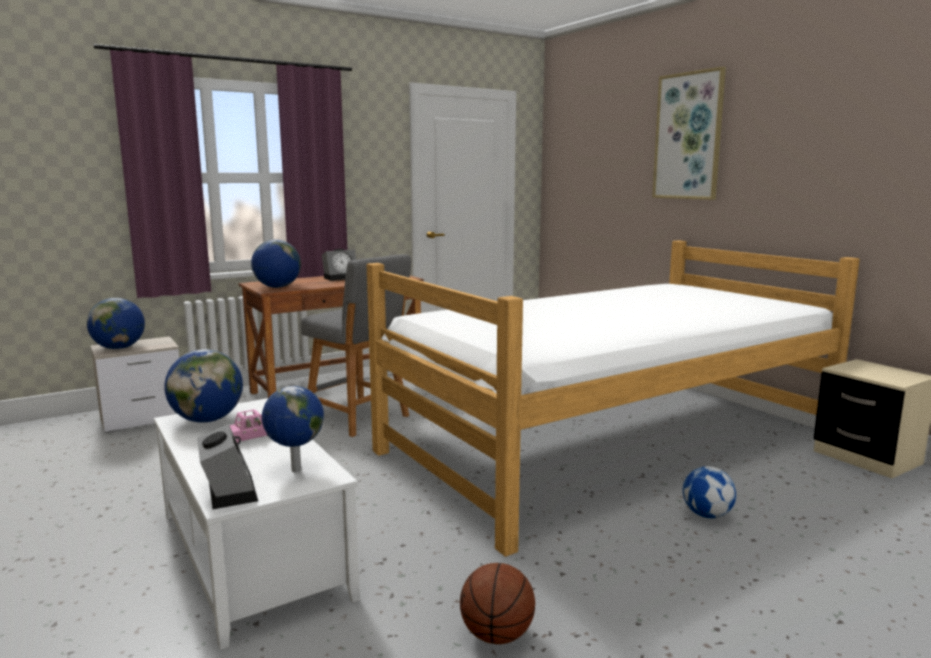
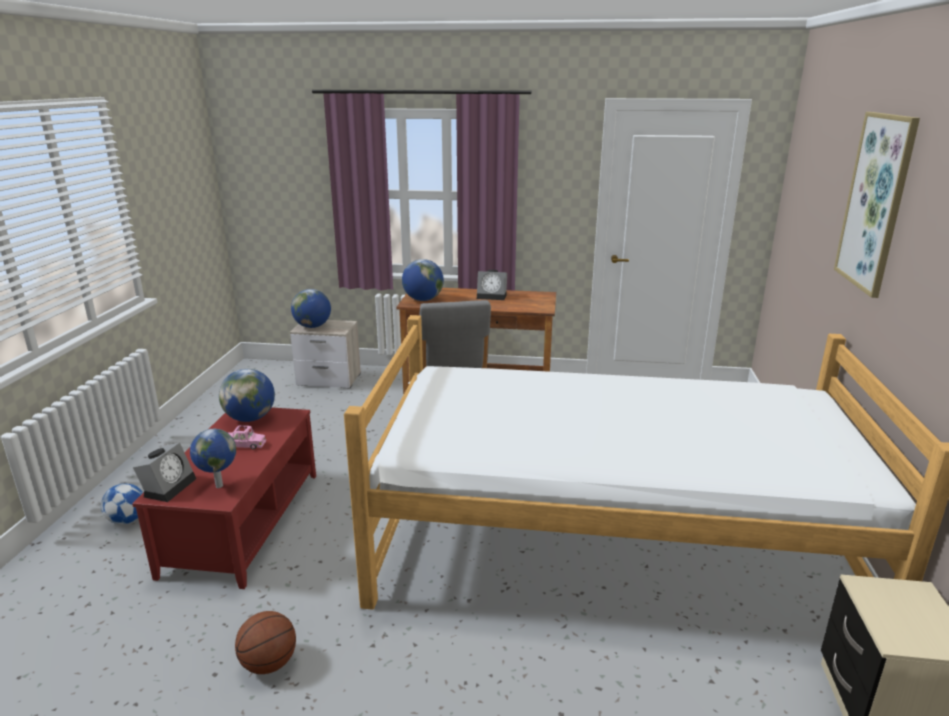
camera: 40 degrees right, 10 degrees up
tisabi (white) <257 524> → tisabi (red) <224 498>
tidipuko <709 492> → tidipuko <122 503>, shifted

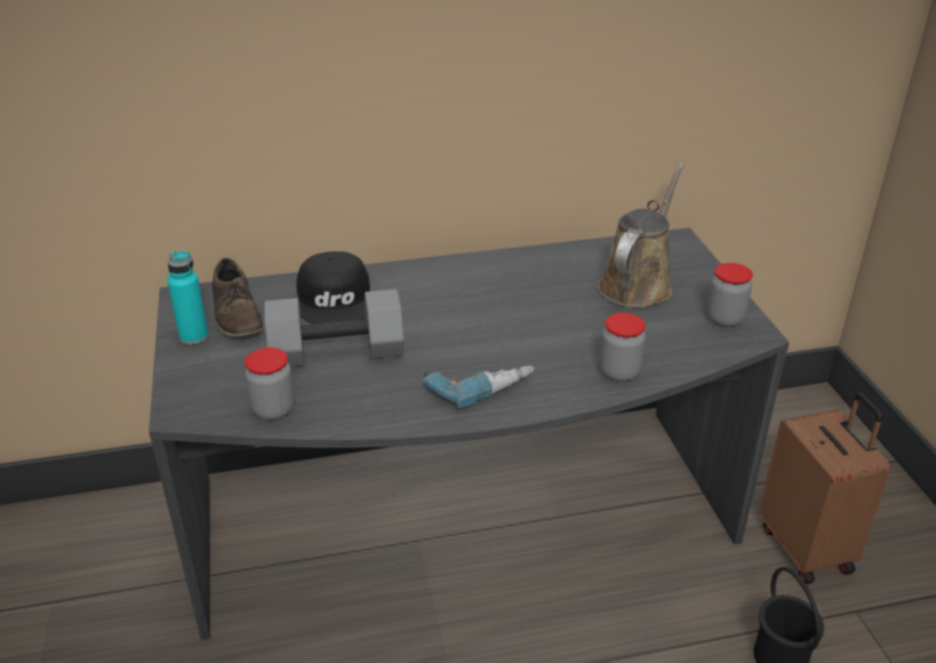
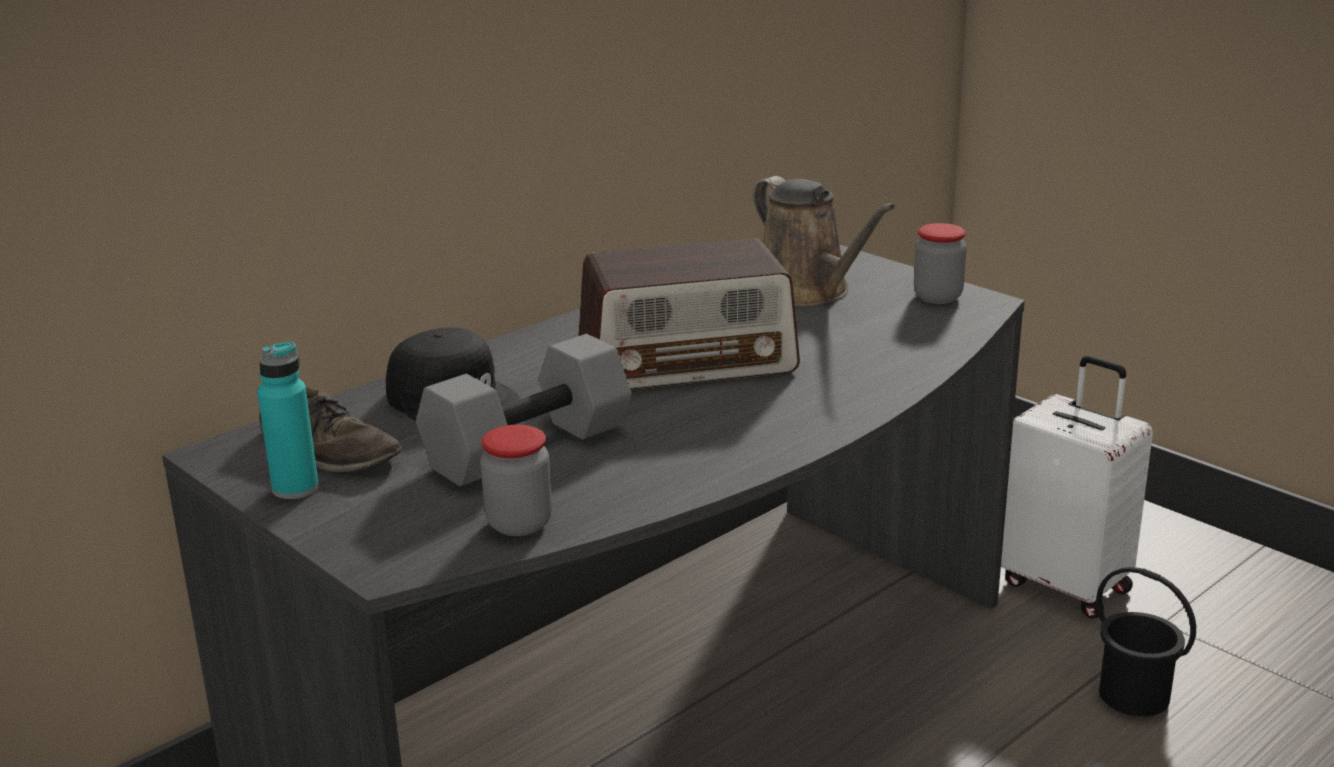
camera: 30 degrees left, 10 degrees down
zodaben <479 386> → -
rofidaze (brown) <641 235> → rofidaze (brown) <824 241>, 150 degrees clockwise
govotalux <623 347> → -
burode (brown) <824 488> → burode (white) <1077 487>
- → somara <689 314>

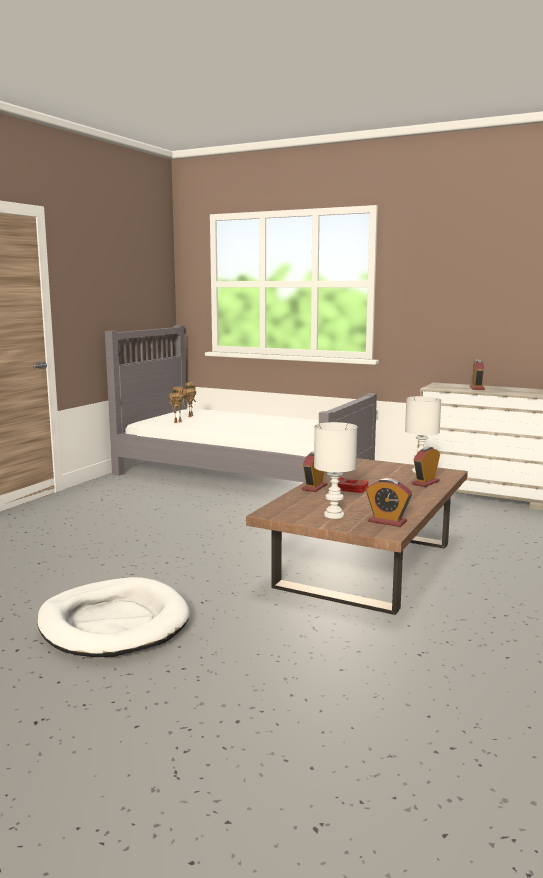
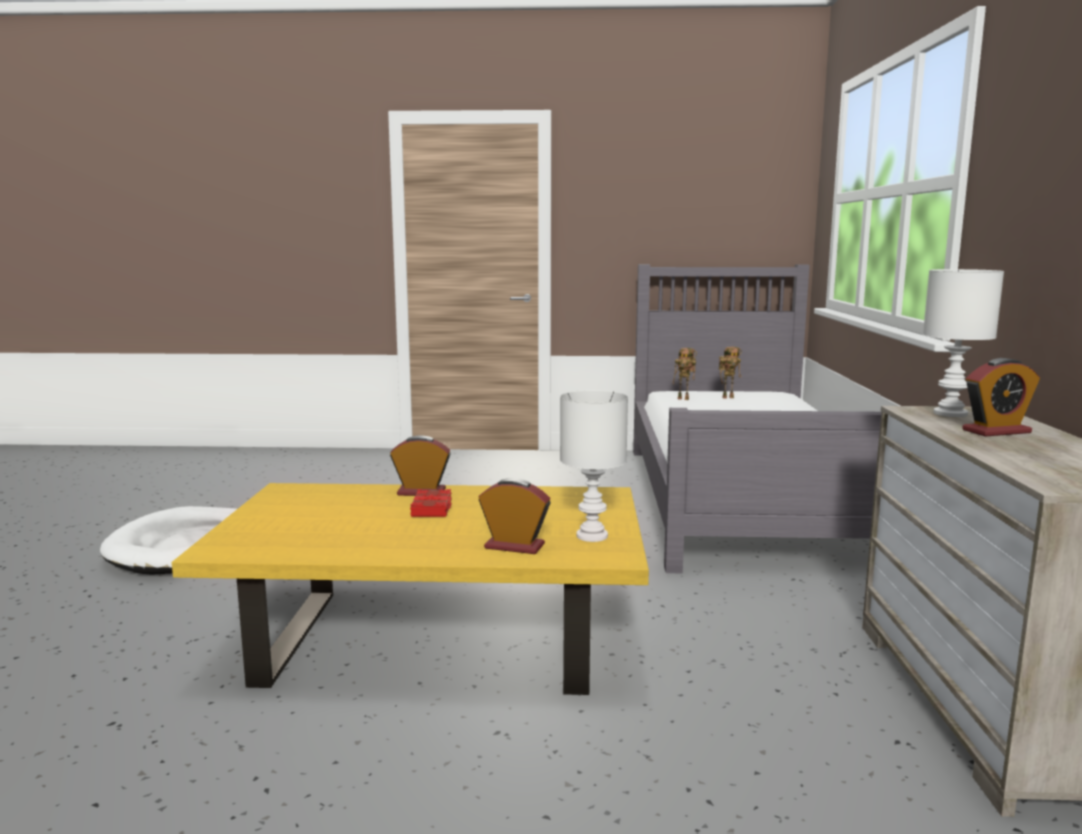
camera: 65 degrees right, 0 degrees up
tisabi (brown) <357 536> → tisabi (yellow) <410 589>
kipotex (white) <335 470> → kipotex (white) <963 343>, shifted
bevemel <389 502> → -

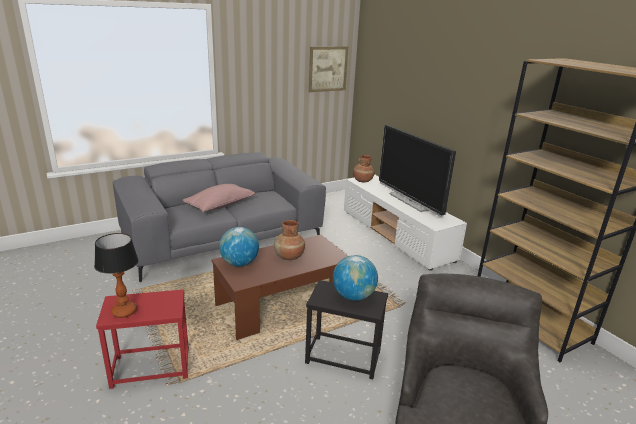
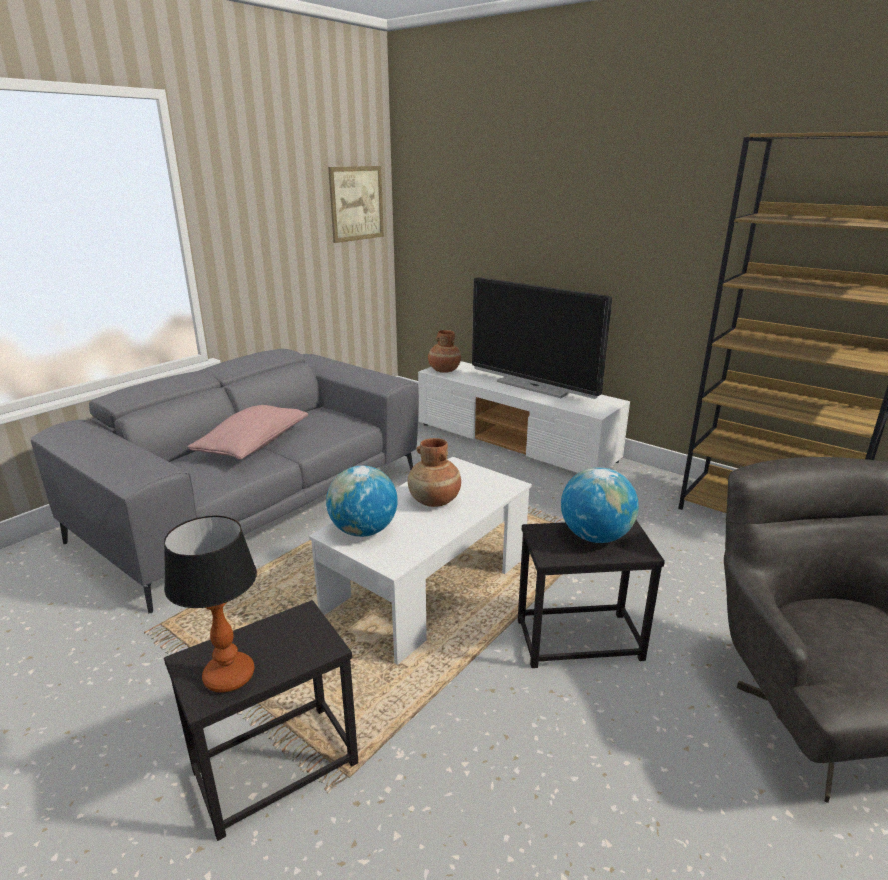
camera: 20 degrees left, 0 degrees up
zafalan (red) <142 339> → zafalan (black) <261 720>
tisabi (brown) <279 287> → tisabi (white) <420 561>

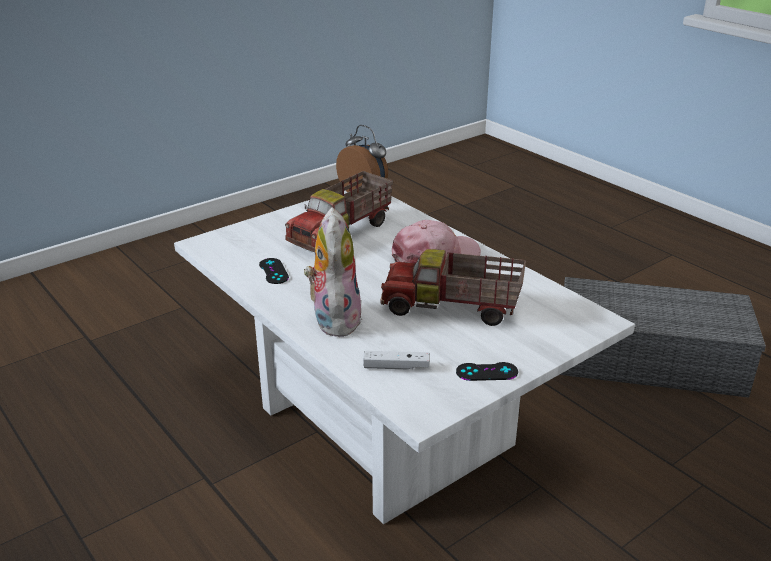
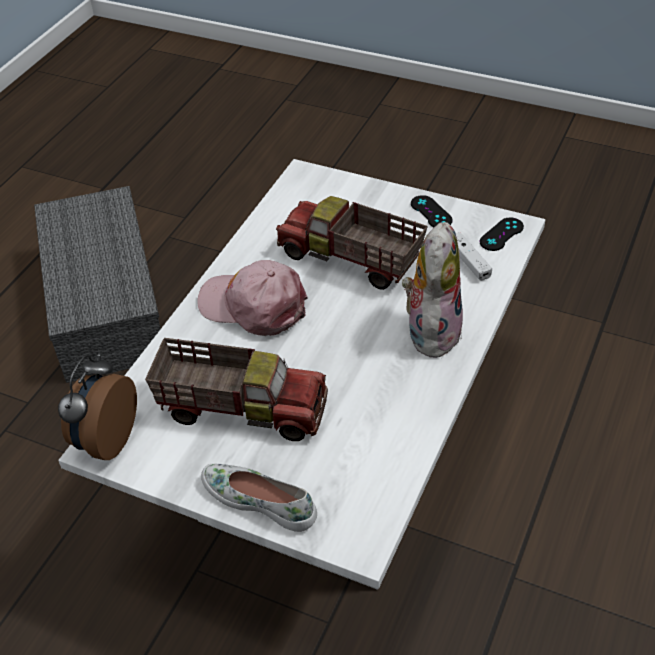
camera: 115 degrees left, 15 degrees up
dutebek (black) <274 271> → dutebek (black) <502 234>, shifted
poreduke <333 272> → poreduke <432 291>, 135 degrees clockwise
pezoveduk <453 287> → pezoveduk <351 243>, 135 degrees clockwise
- → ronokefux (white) <259 498>

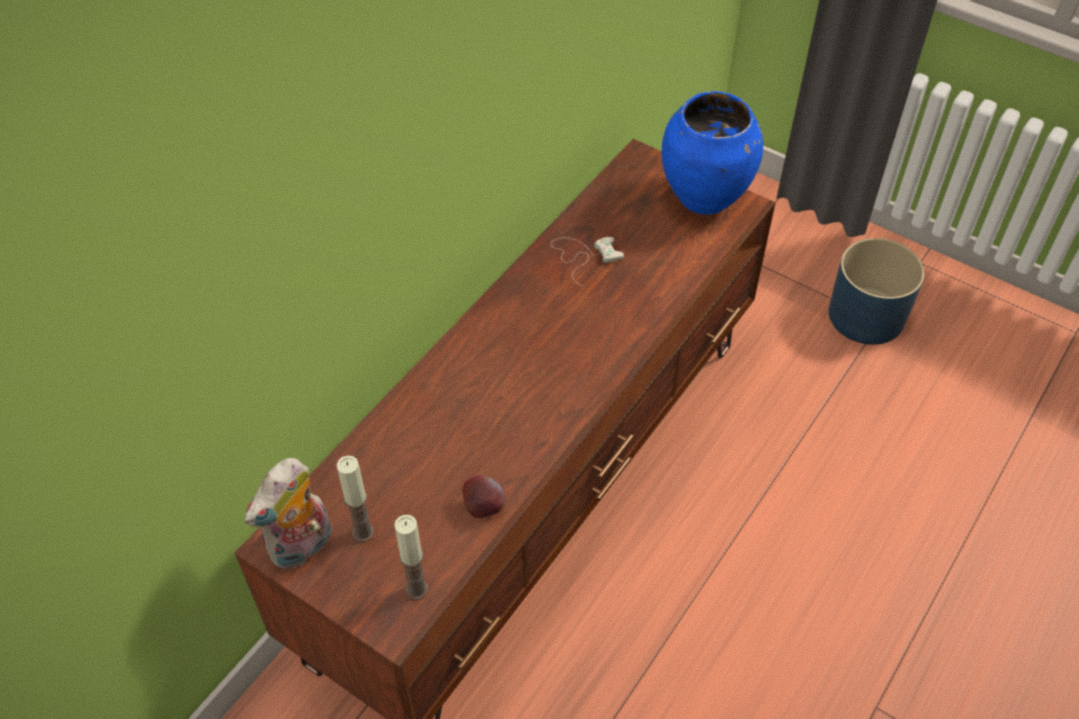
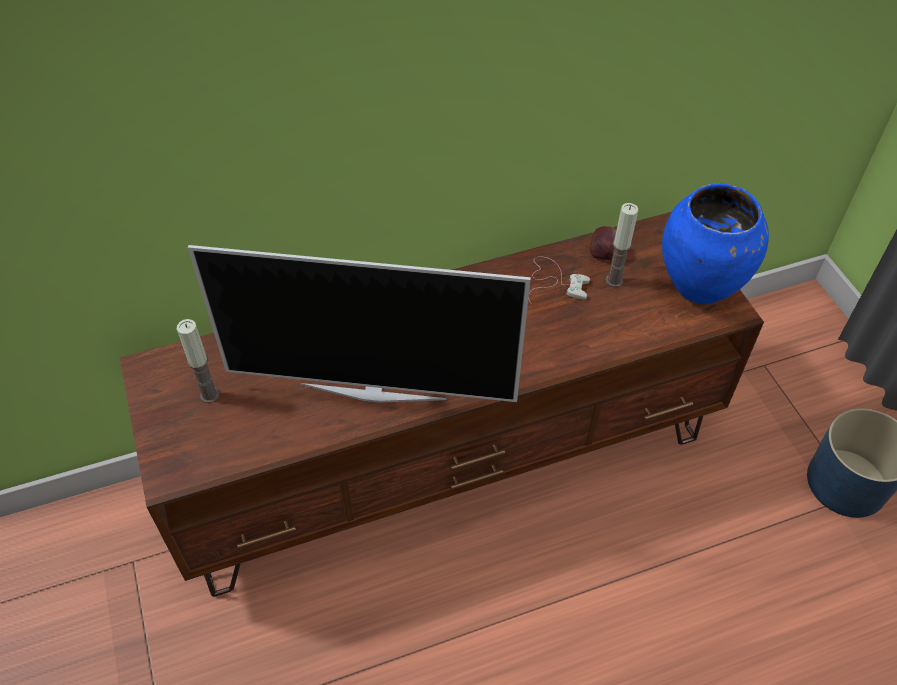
camera: 35 degrees right, 0 degrees up
poreduke <288 513> → -
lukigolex <411 557> → lukigolex <622 245>, shifted
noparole <483 496> → noparole <603 243>, shifted
- → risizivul <359 324>

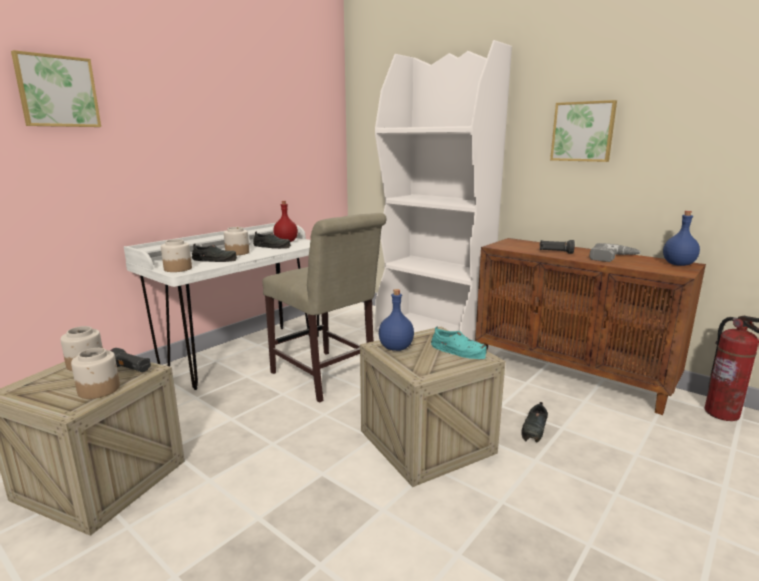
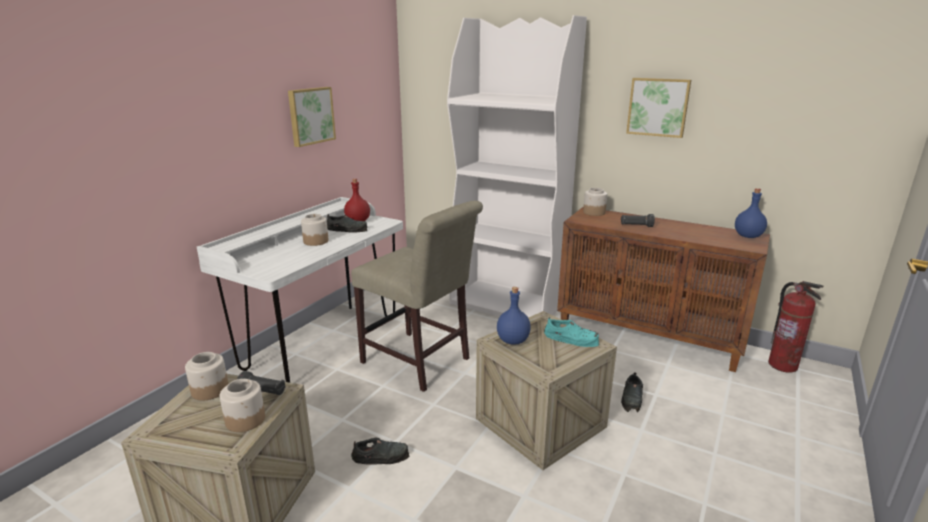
camera: 10 degrees left, 5 degrees up
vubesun <56 88> → vubesun <312 117>, shifted
govotalux <176 255> → govotalux <595 202>, shifted
ronokefux (black) <214 253> → ronokefux (black) <380 451>, shifted
zodaben <615 252> → -

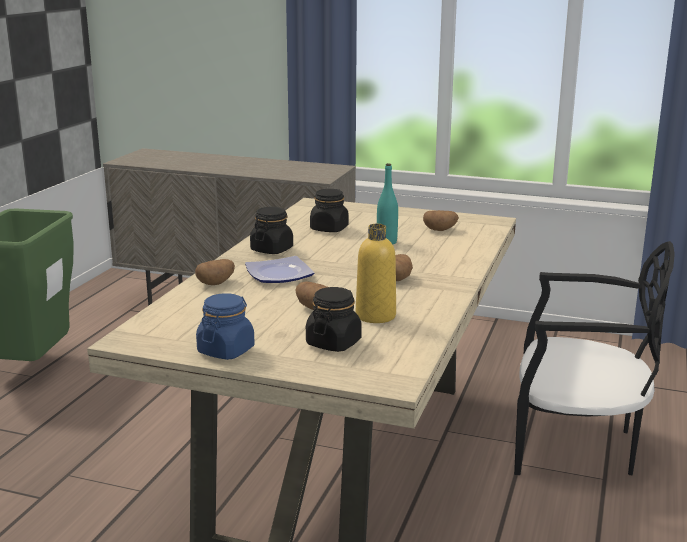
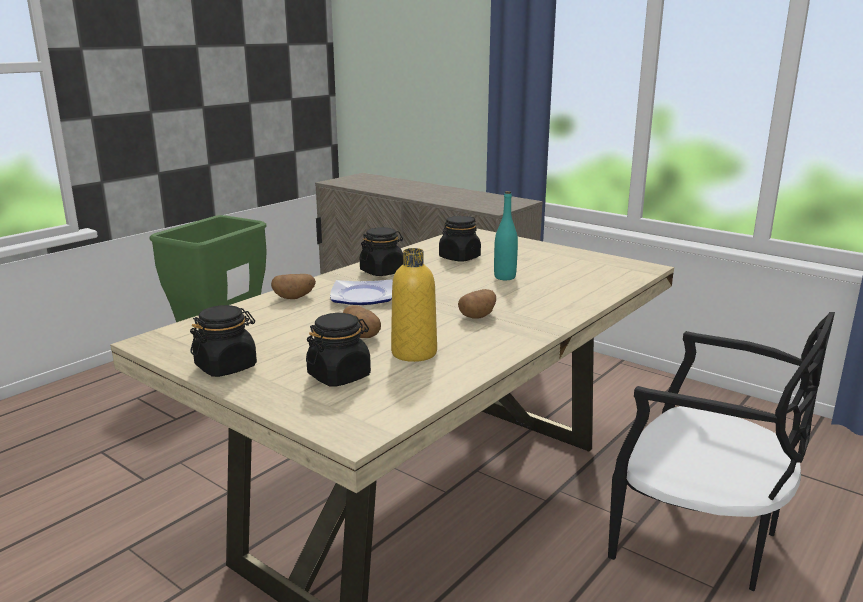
camera: 20 degrees right, 0 degrees up
govotalux (blue) <225 326> → govotalux (black) <223 341>
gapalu <441 220> → -

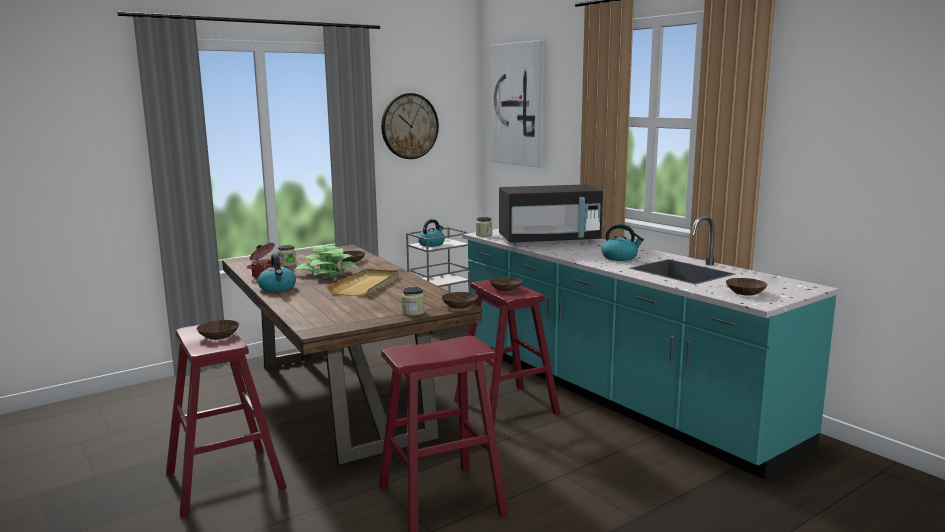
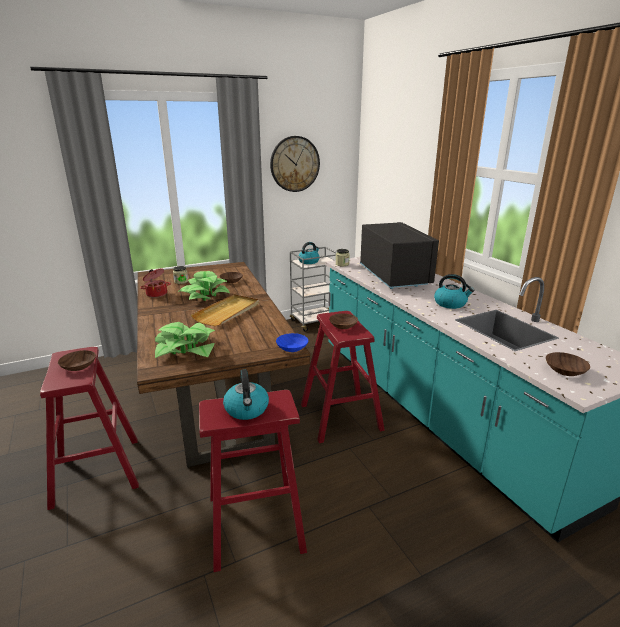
camera: 10 degrees right, 10 degrees up
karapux <277 273> → karapux <246 394>, shifted
govotalux <413 301> → -
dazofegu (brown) <460 300> → dazofegu (blue) <292 342>
vubesun <518 104> → -
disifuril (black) <551 215> → disifuril (black) <399 255>, 105 degrees counterclockwise
- → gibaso <185 340>

